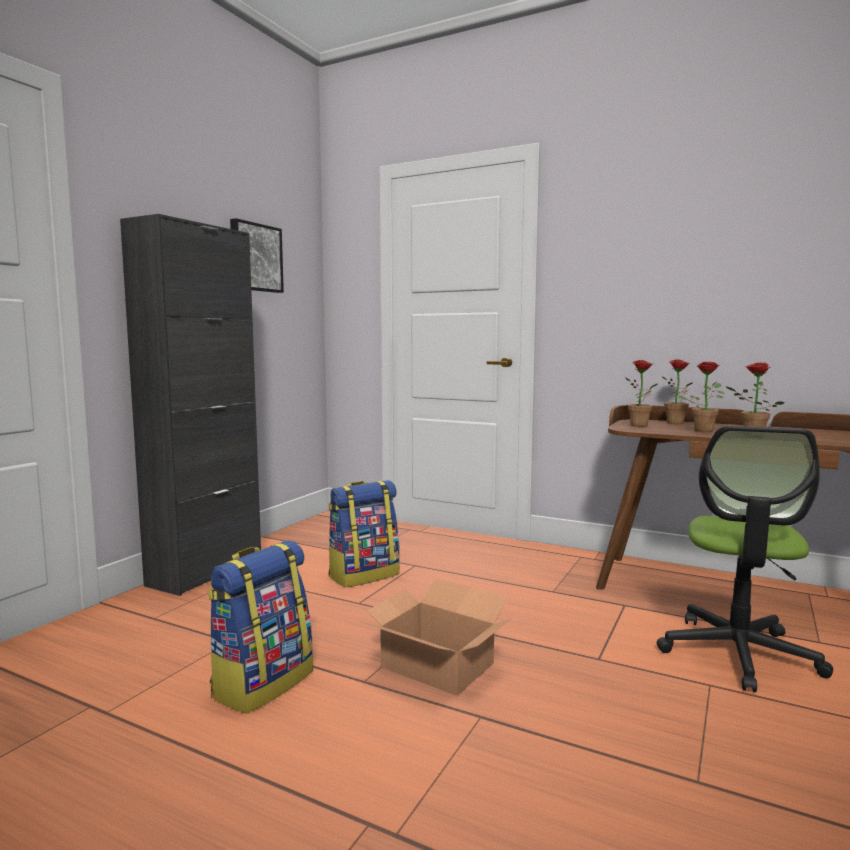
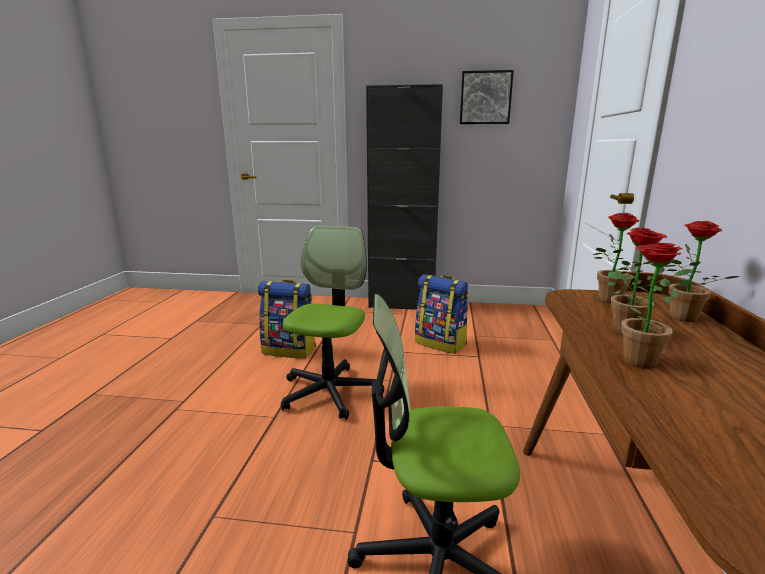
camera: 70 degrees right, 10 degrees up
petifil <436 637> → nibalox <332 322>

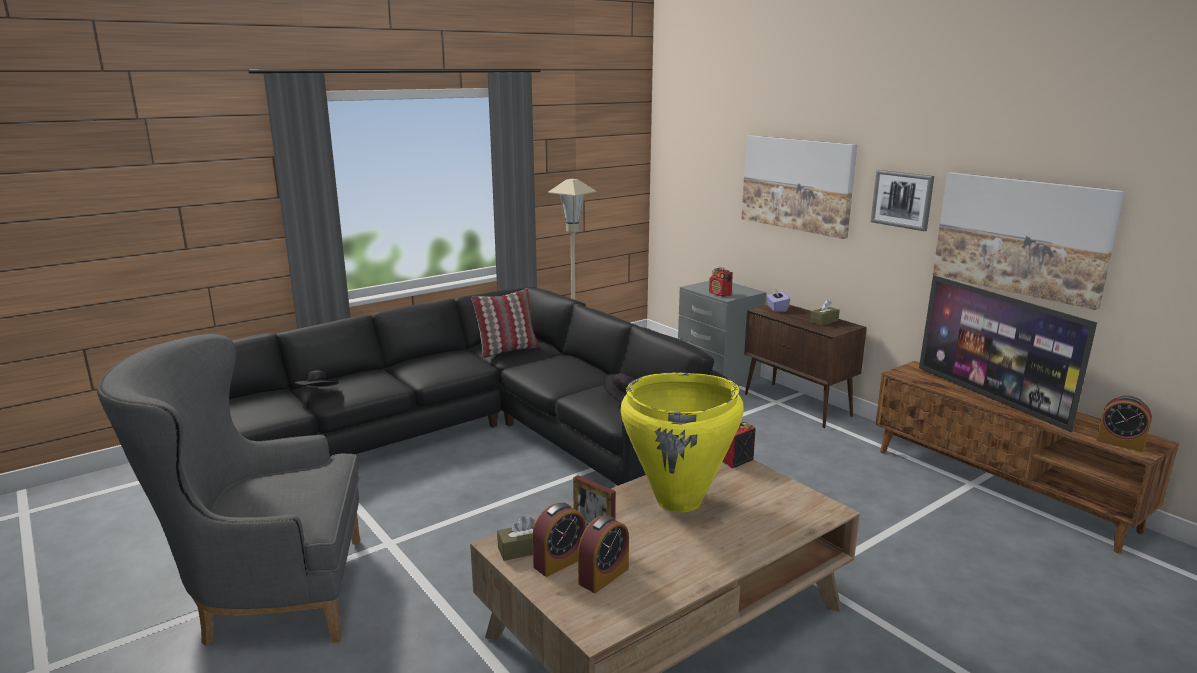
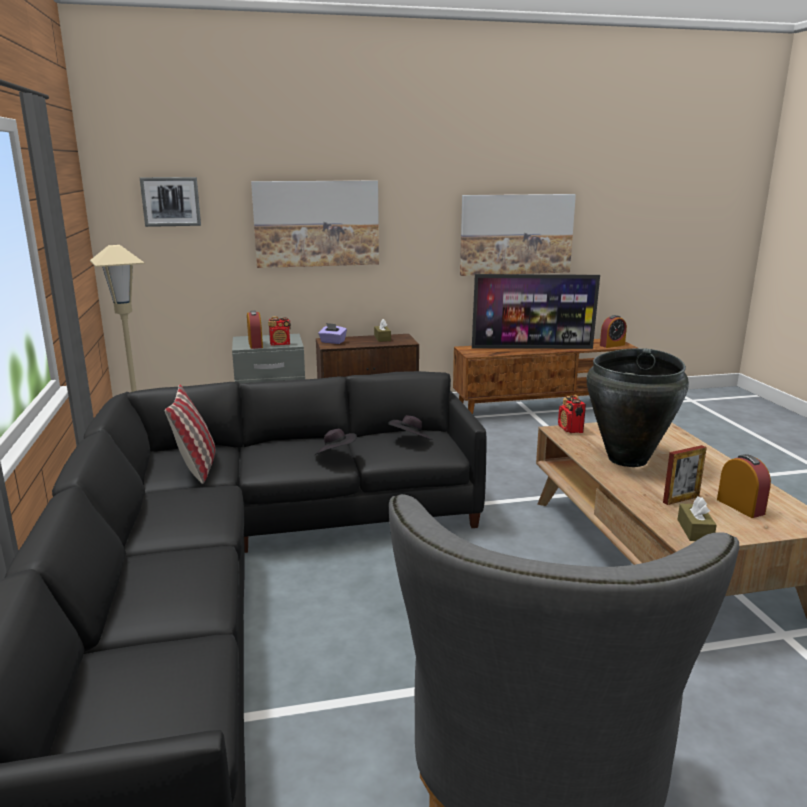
camera: 65 degrees left, 0 degrees up
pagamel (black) <316 378> → pagamel (black) <336 442>, shifted
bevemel <559 540> → bevemel <255 330>, shifted
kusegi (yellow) <682 442> → kusegi (black) <638 407>
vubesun <902 200> → vubesun <170 202>, shifted

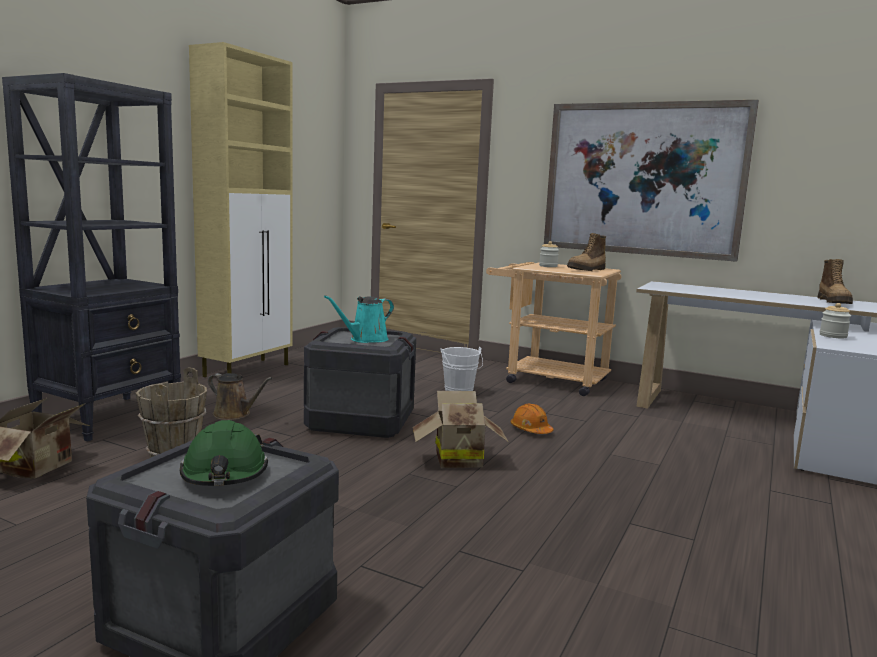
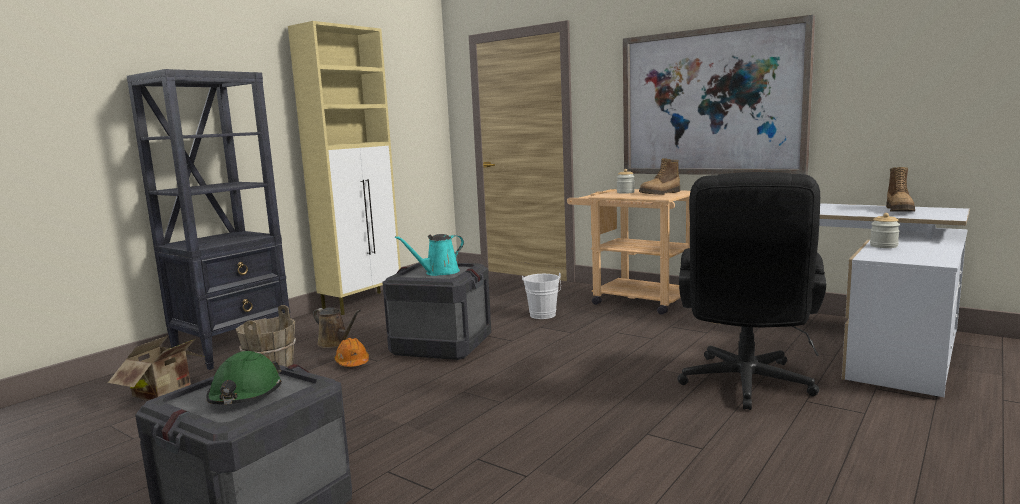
camera: 10 degrees right, 0 degrees up
petifil <460 429> → -
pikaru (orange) <532 419> → pikaru (orange) <352 352>, shifted
- → nibalox (black) <751 291>

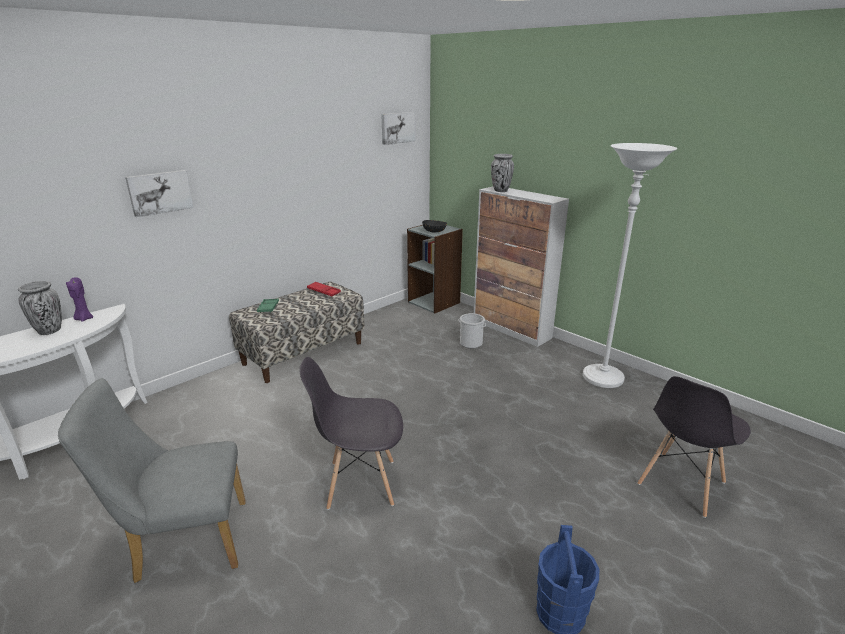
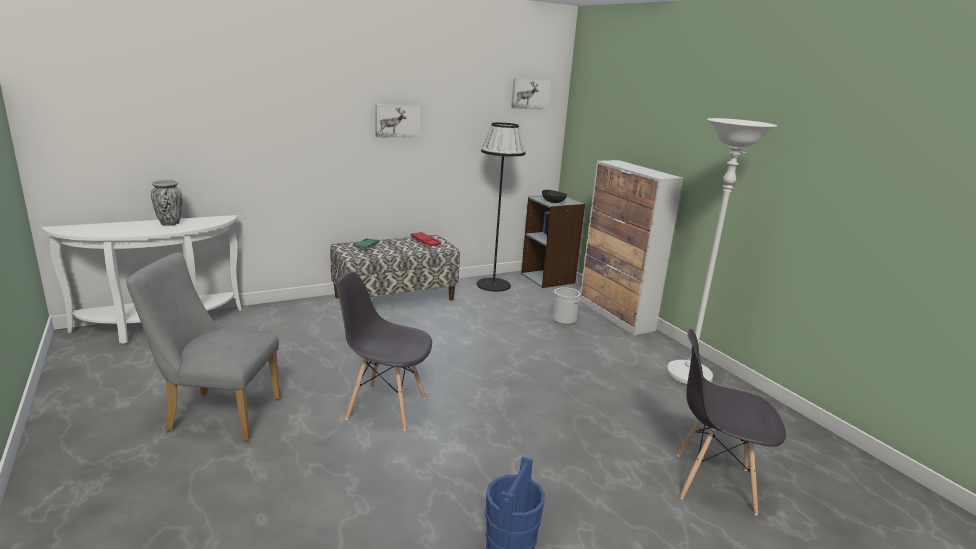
camera: 15 degrees right, 5 degrees down
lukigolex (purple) <79 299> → -
vubesun <159 193> → vubesun <398 121>, shifted
kusegi <502 173> → -
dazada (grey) <694 447> → dazada (grey) <731 422>, 45 degrees clockwise
- → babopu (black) <500 207>

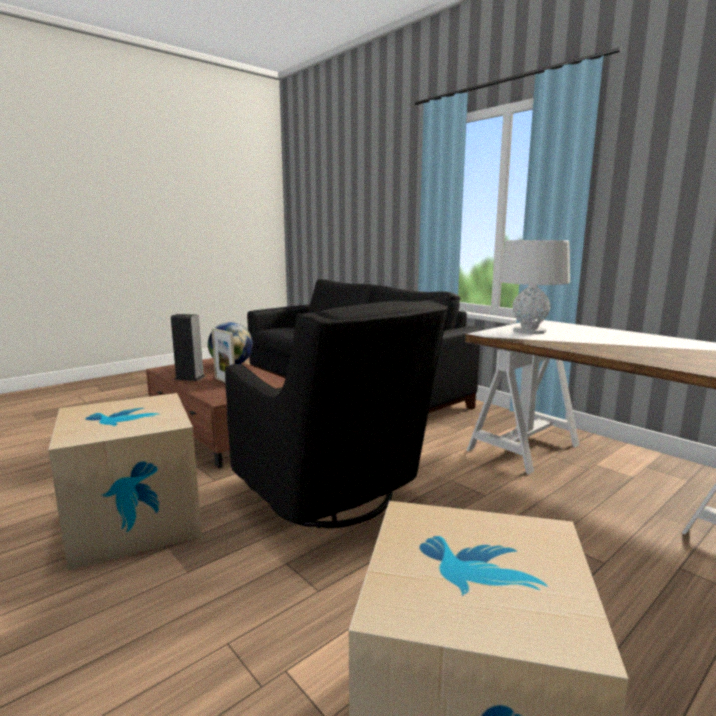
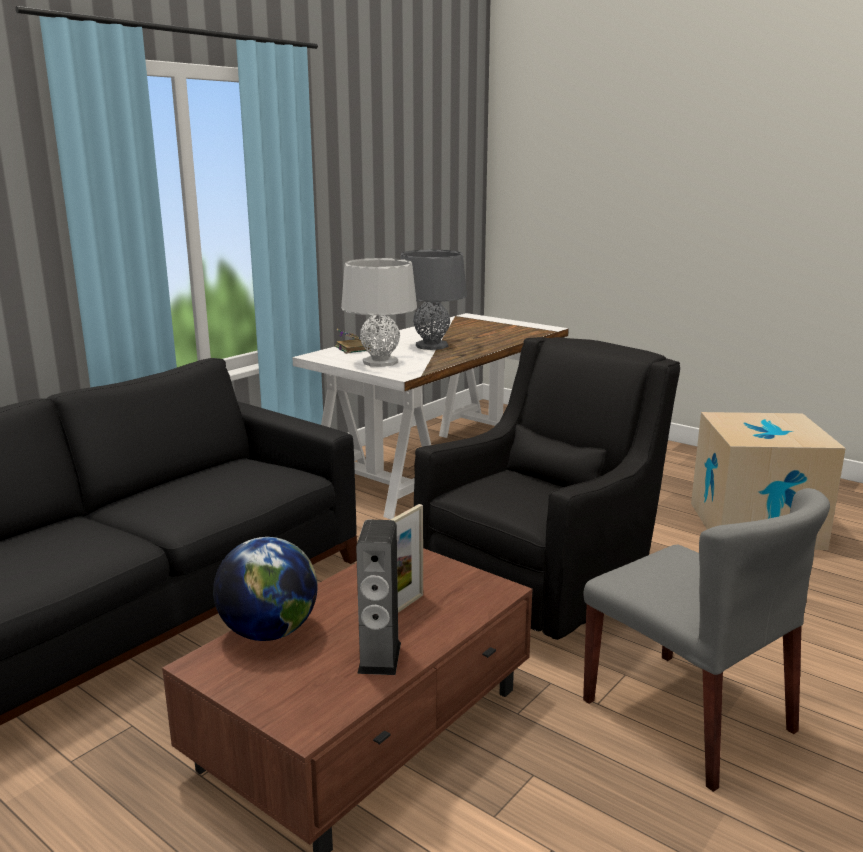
camera: 100 degrees left, 5 degrees up
petifil <125 482> → dazada (grey) <706 640>
- → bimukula <353 341>
- → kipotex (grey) <433 300>

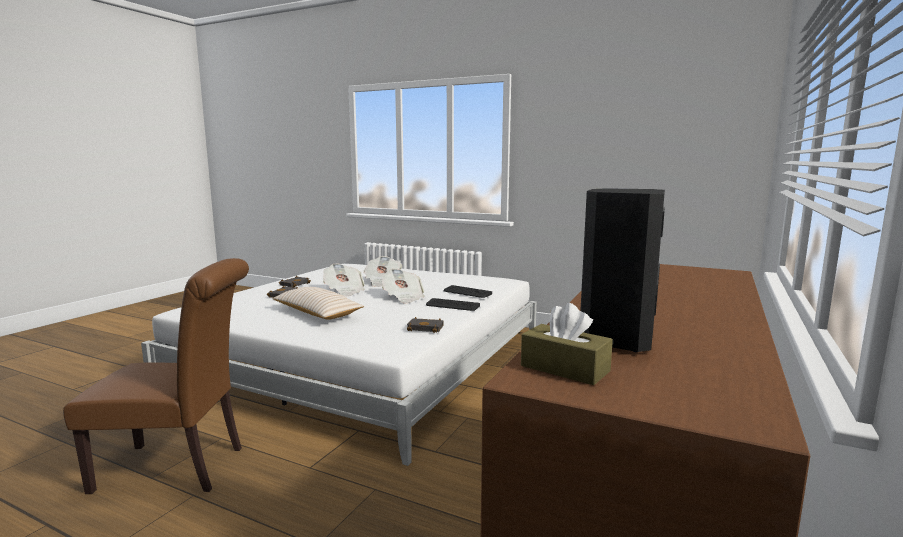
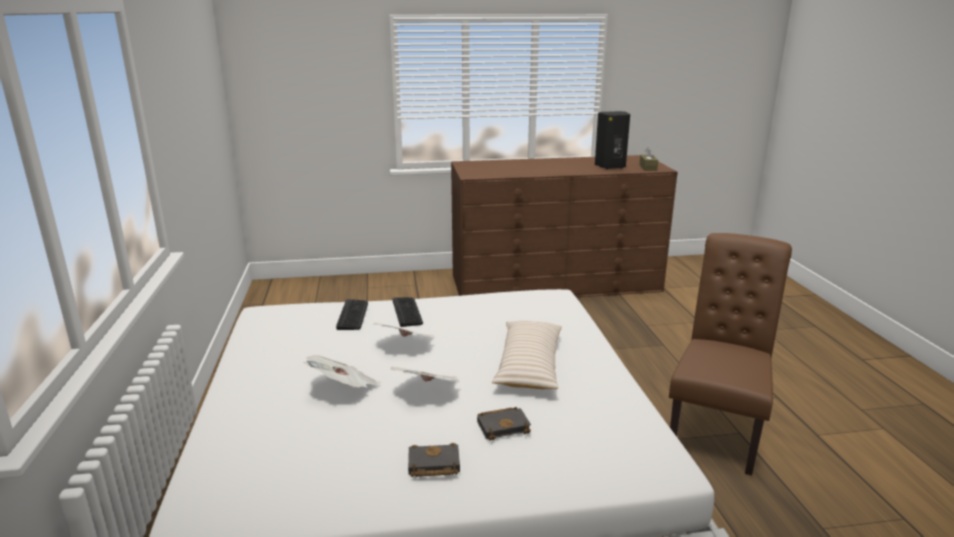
camera: 125 degrees left, 10 degrees up
dazada (brown) <156 376> → dazada (brown) <730 354>, 60 degrees clockwise
bimukula (black) <425 325> → -

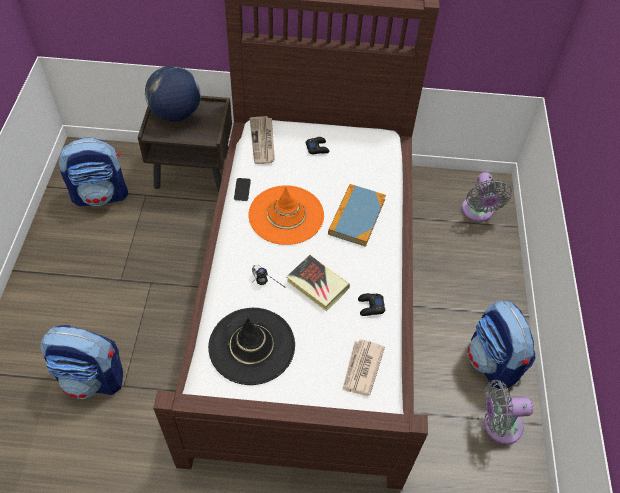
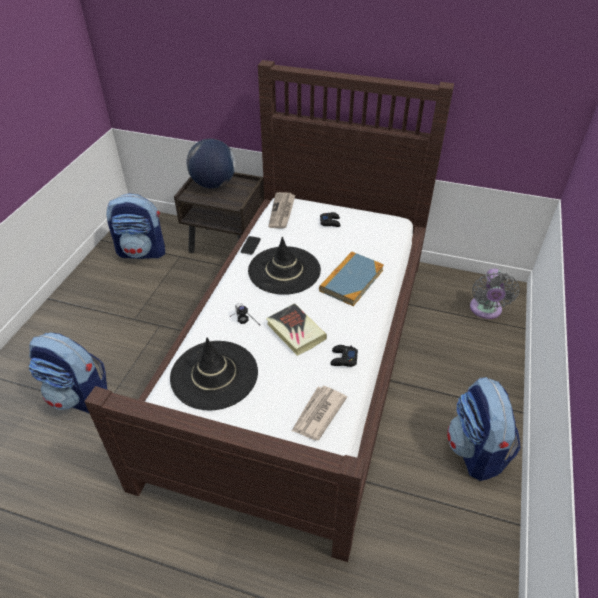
camera: 15 degrees right, 10 degrees down
pagamel (orange) <286 215> → pagamel (black) <284 266>
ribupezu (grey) <508 412> → -

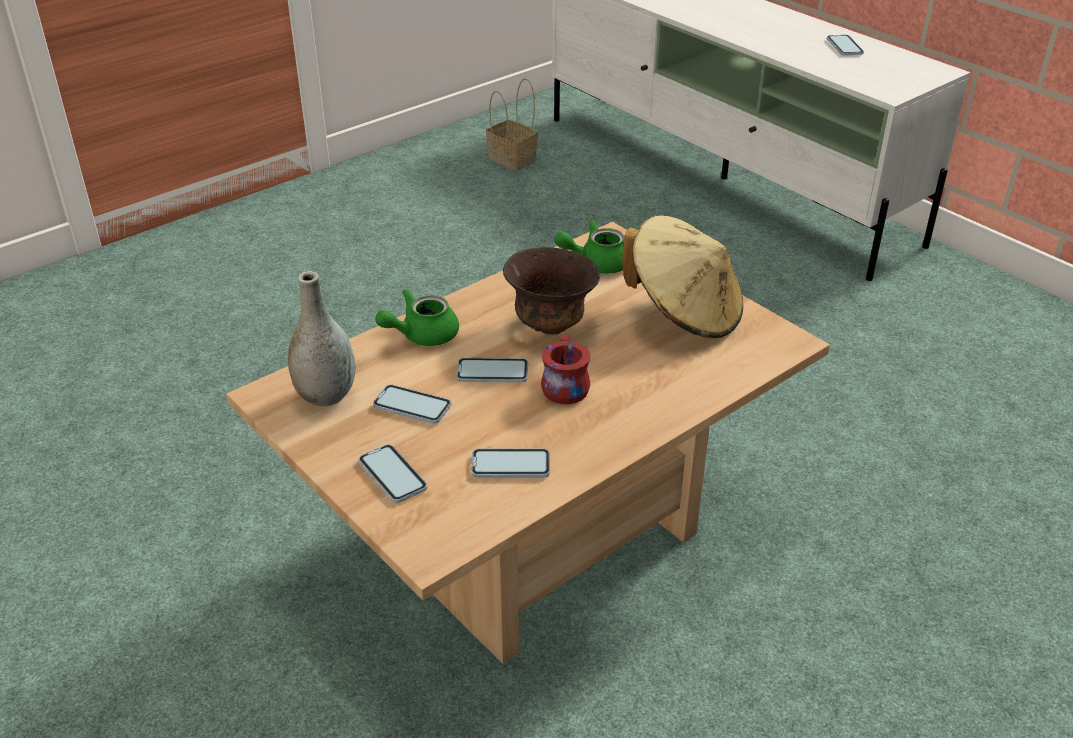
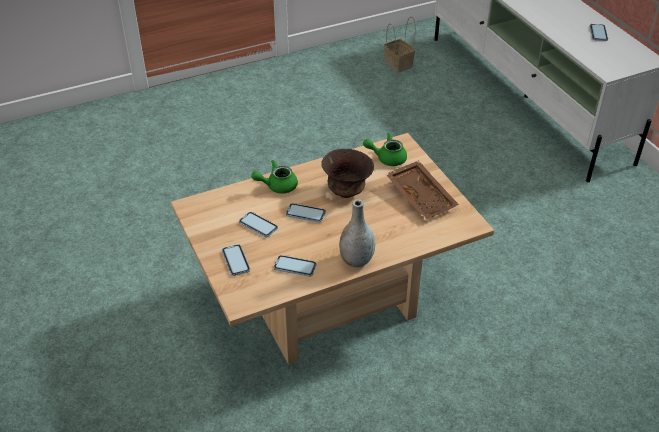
camera: 15 degrees right, 5 degrees up
kusegi (grey) <322 338> → kusegi (grey) <357 233>, shifted
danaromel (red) <565 369> → -
pagamel (beige) <682 276> → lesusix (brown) <422 190>

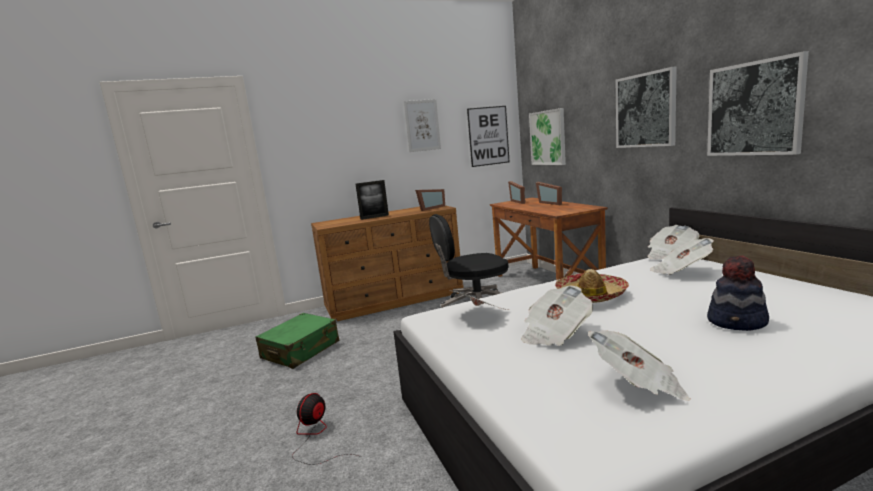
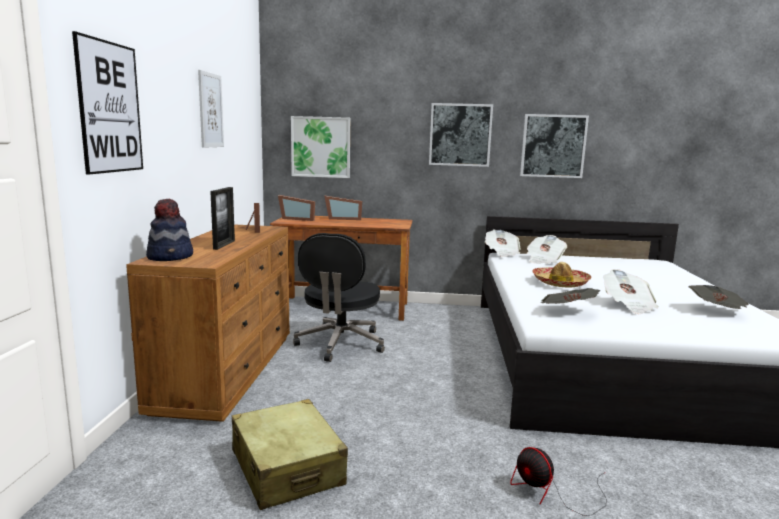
camera: 65 degrees left, 0 degrees up
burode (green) <297 341> → burode (beige) <290 454>
vubesun <488 136> → vubesun <107 103>, shifted
pagamel <738 293> → pagamel <169 230>, shifted

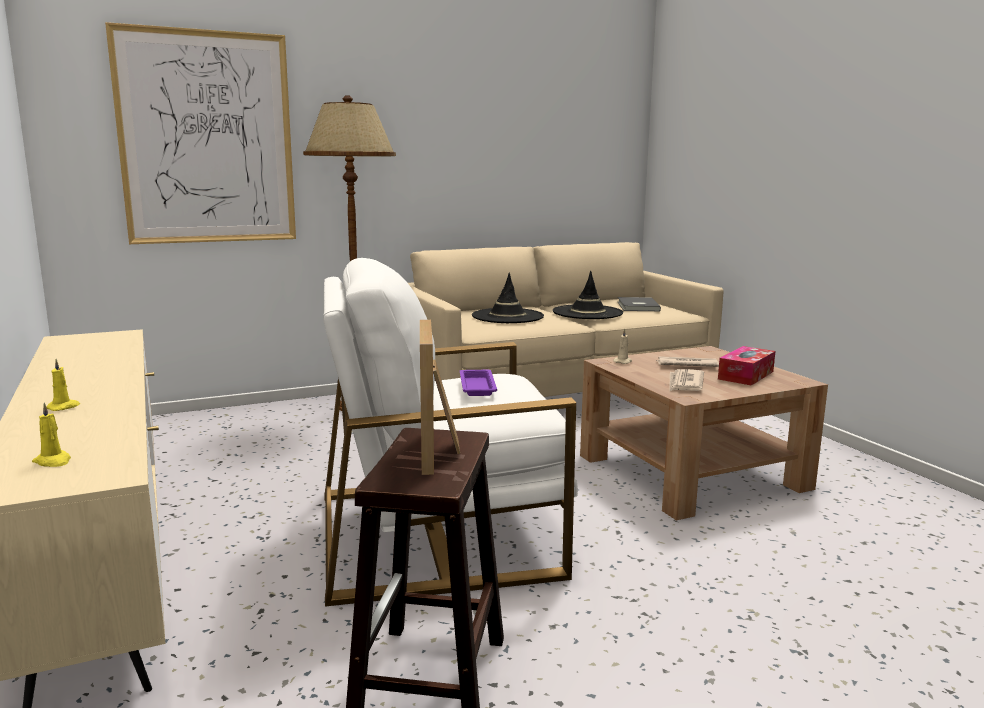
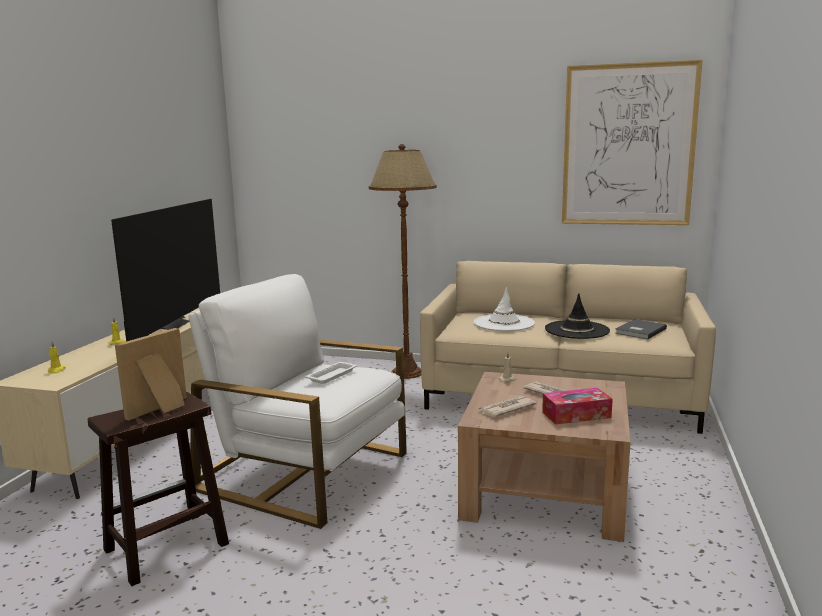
camera: 40 degrees right, 0 degrees up
vubesun <200 133> → vubesun <632 142>, shifted
lesusix (purple) <478 383> → lesusix (white) <331 373>
pagamel (black) <508 298> → pagamel (white) <504 309>
- → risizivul <165 270>

